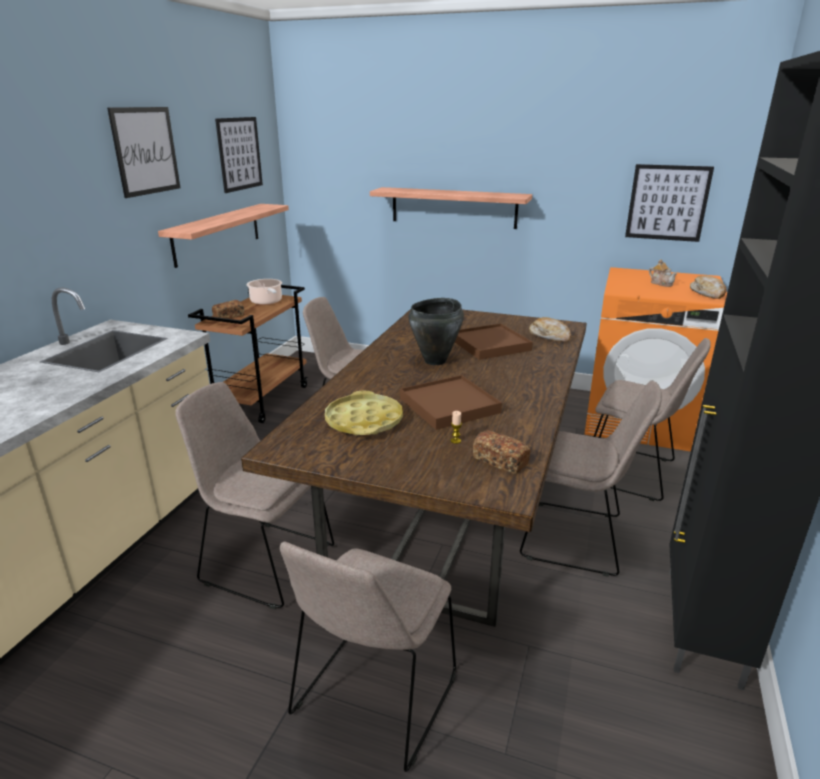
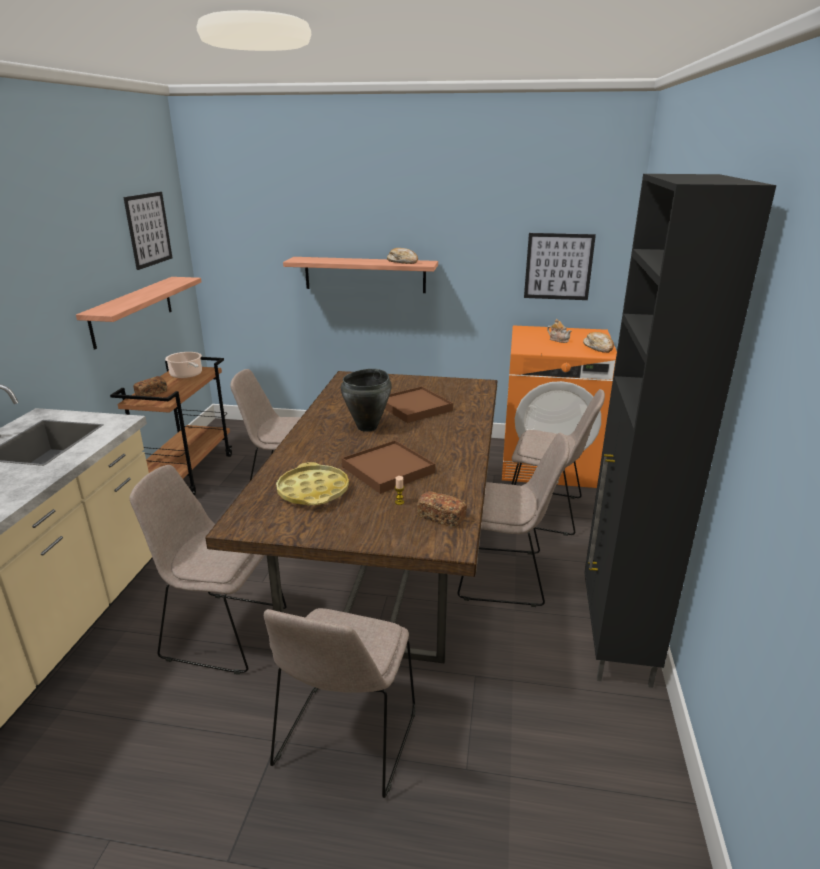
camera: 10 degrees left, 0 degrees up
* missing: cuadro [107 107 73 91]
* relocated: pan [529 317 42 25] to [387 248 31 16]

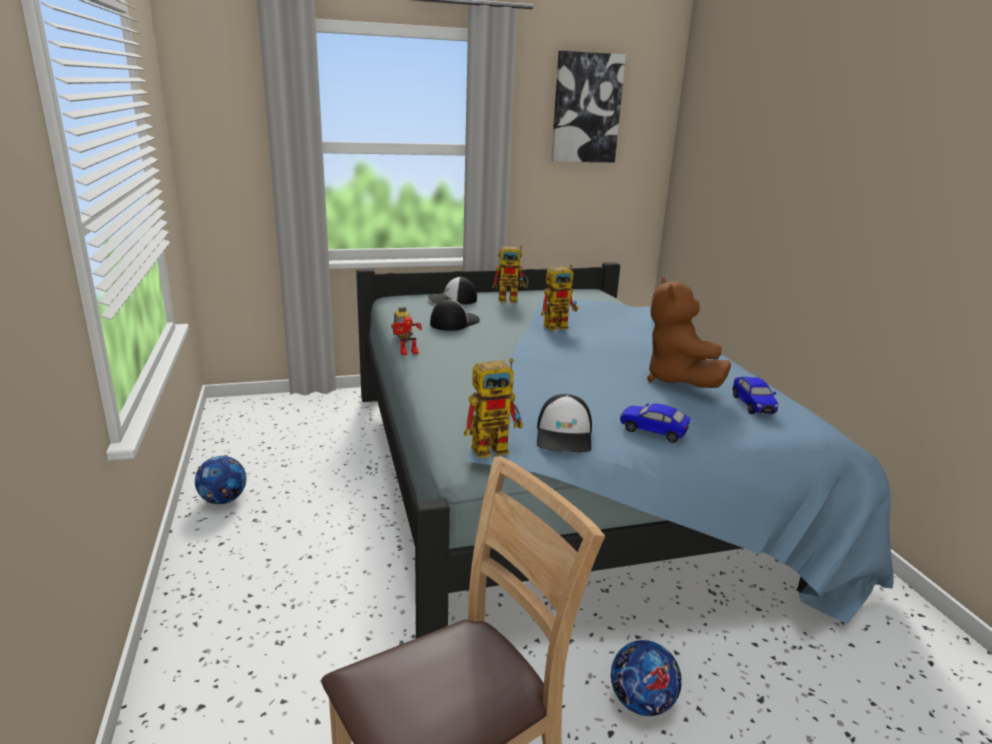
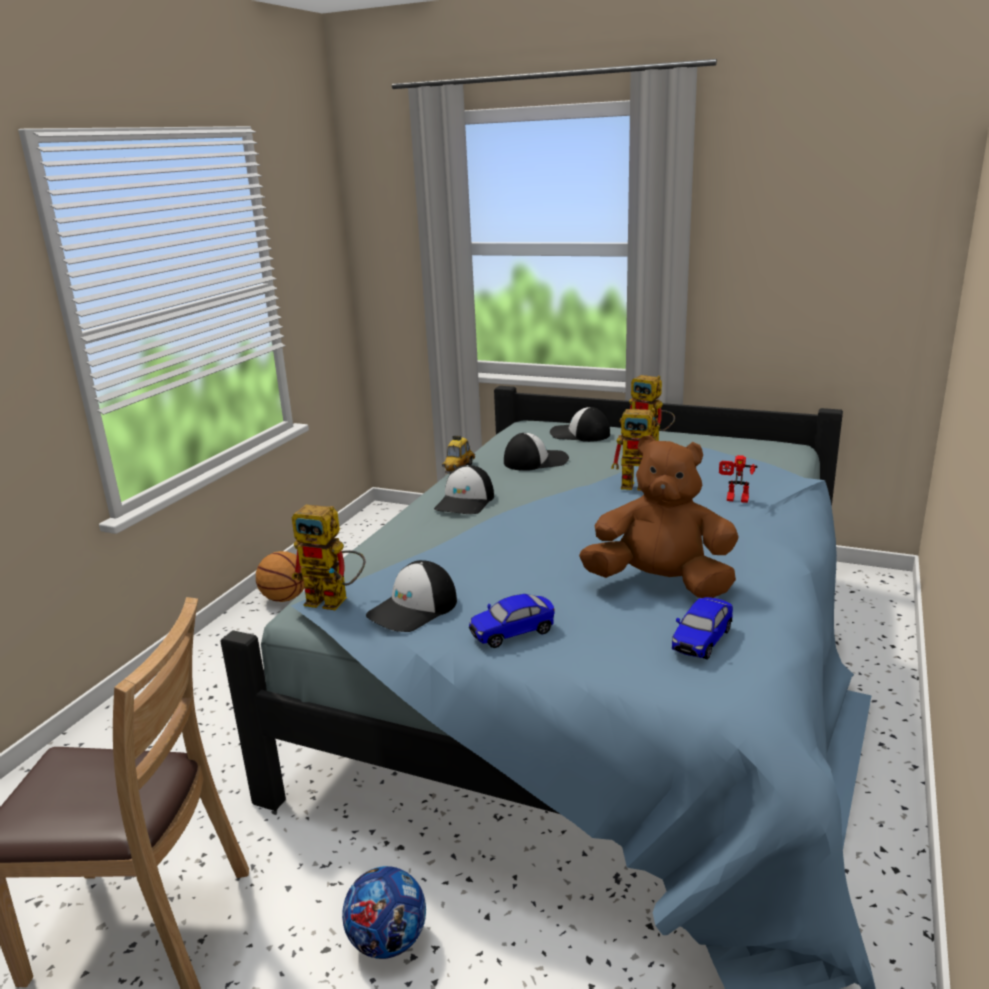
camera: 40 degrees right, 0 degrees up
* missing: cuadro [551 51 75 111]
* appeared: gorra [434 465 60 49]
* relocated: robot de juguete [394 317 28 38] to [719 455 38 48]
* exchanged: balón de fútbol [195 456 51 48] to balón de baloncesto [256 551 48 51]
* spun: coche de juguete [620 403 70 40] = [469 594 85 54] 90 degrees counterclockwise
* spun: peluche (marrón) [647 277 84 111] = [579 435 160 163] 75 degrees clockwise

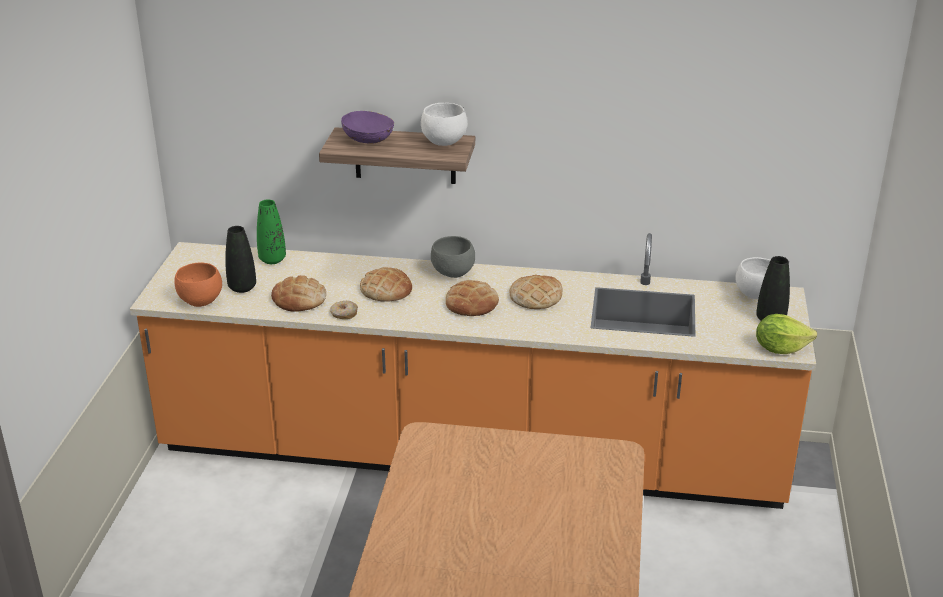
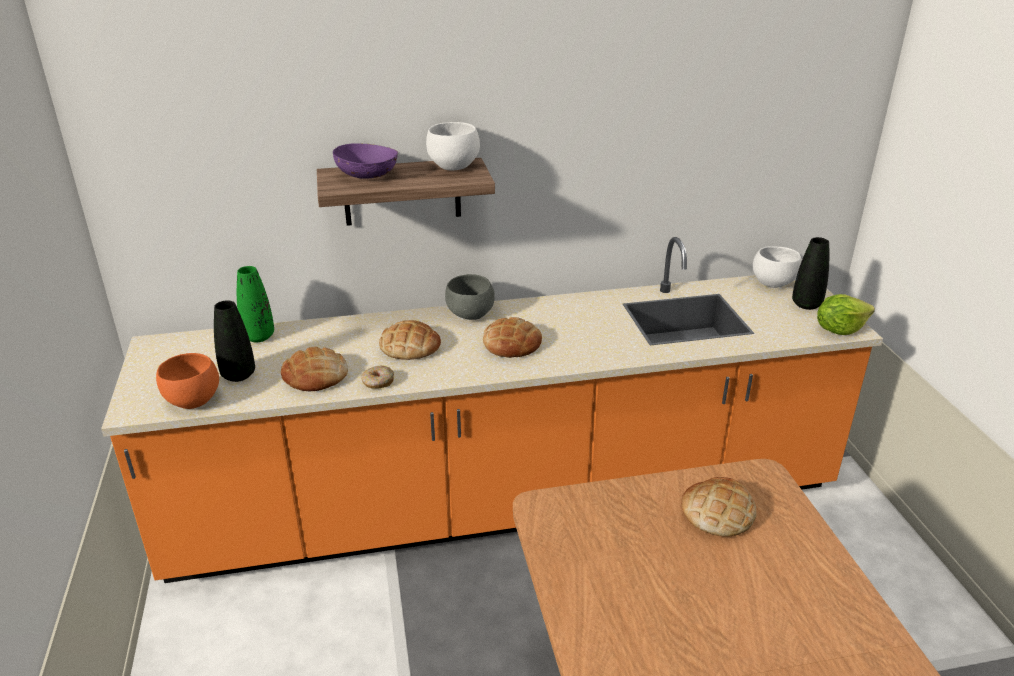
camera: 20 degrees left, 0 degrees up
* relocated: pan [510 275 52 34] to [681 477 76 60]

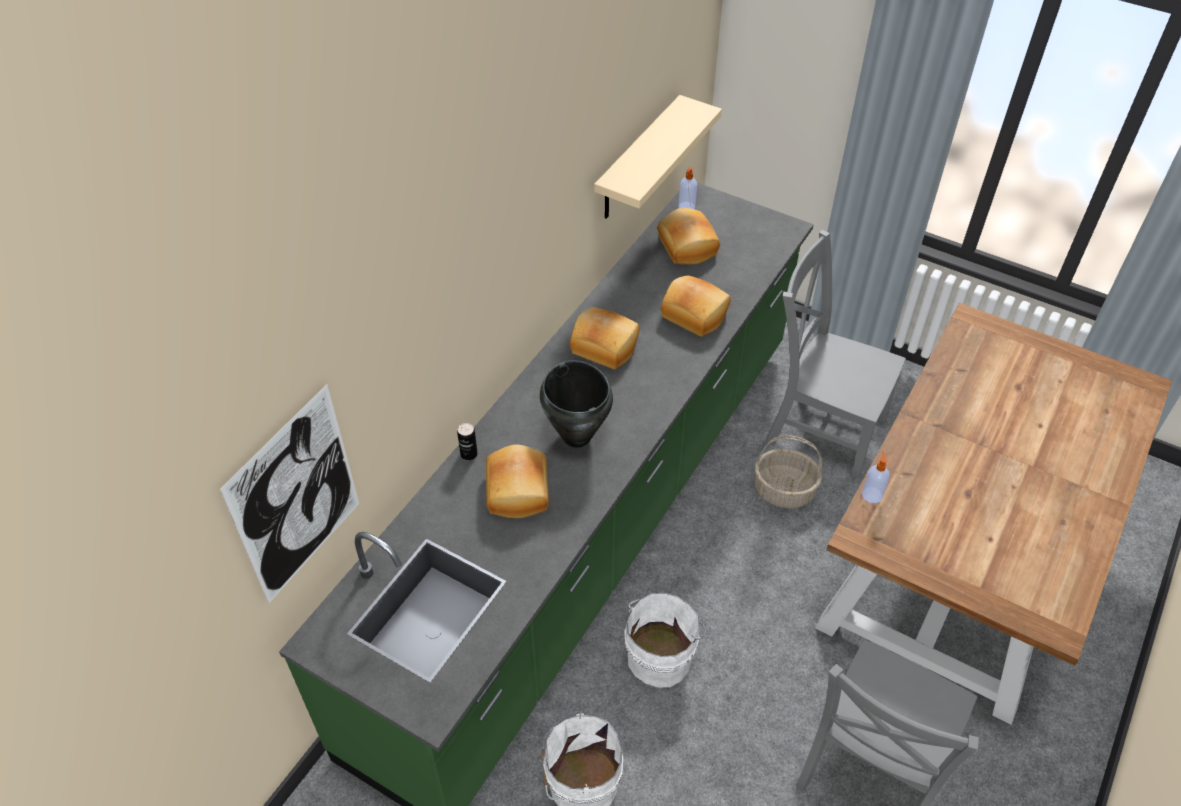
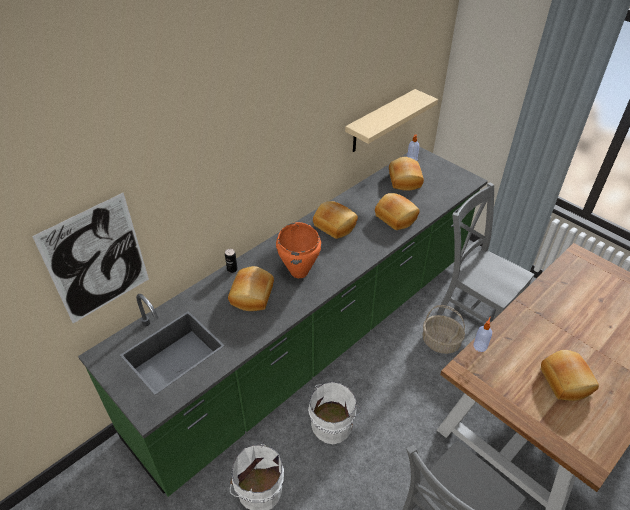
camera: 15 degrees right, 5 degrees down
* appeared: pan [541 350 58 51]
* colour: olla (negro) [540 360 73 88] to olla (naranja) [276 222 45 56]

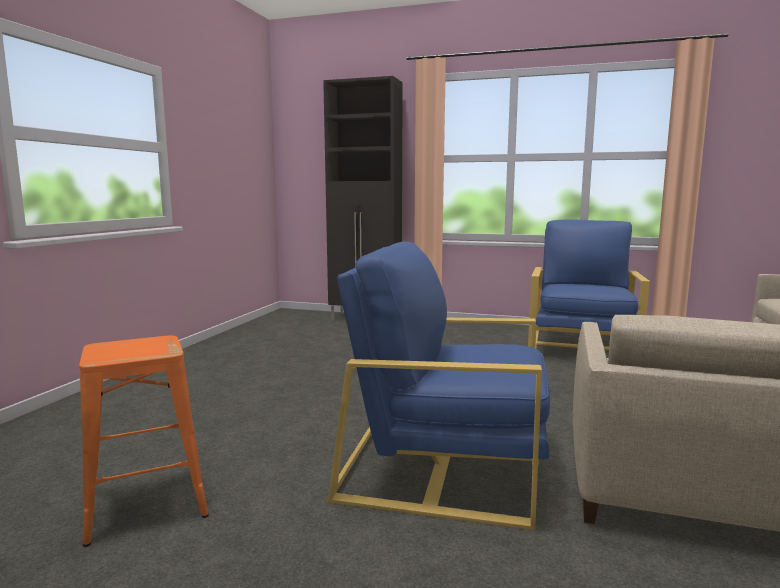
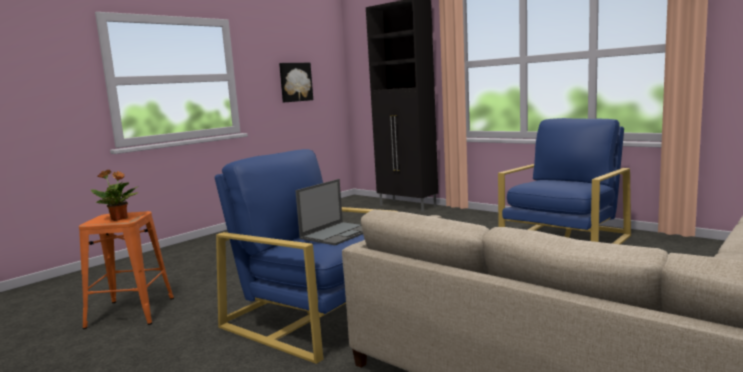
camera: 25 degrees right, 0 degrees up
* appeared: planta en maceta [91 170 47 51]
* appeared: cuadro [279 63 34 39]
* appeared: portátil [295 179 68 67]

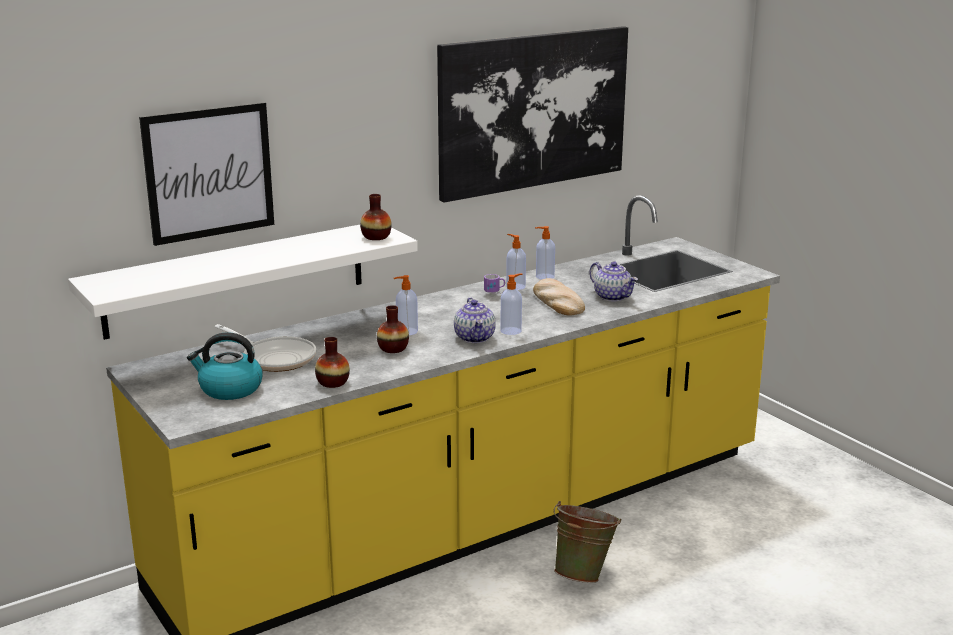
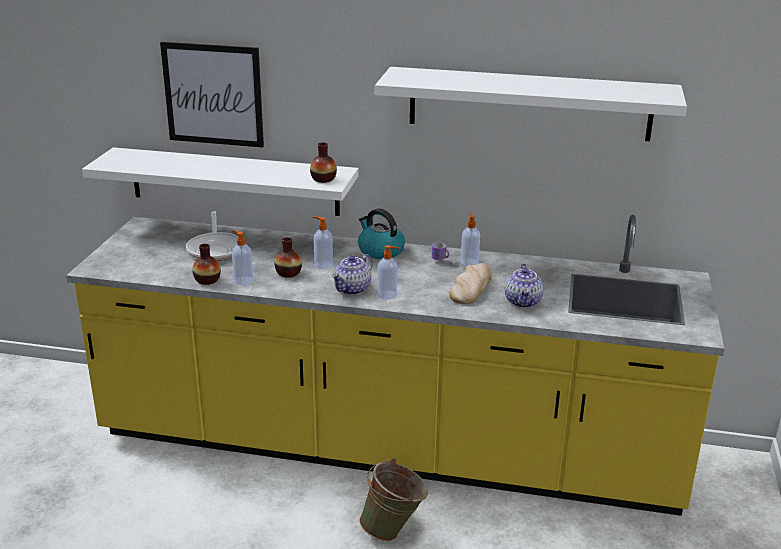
camera: 45 degrees right, 5 degrees up
* relocated: hervidor [187 332 76 68] to [358 208 47 51]
* relocated: dispensador de jabón [535 226 20 53] to [232 230 21 55]
* exchanged: cuadro [437 26 191 176] to estante (blanco) [375 67 312 74]

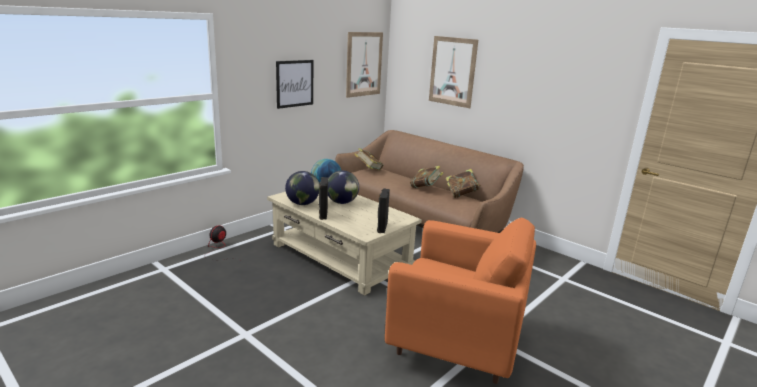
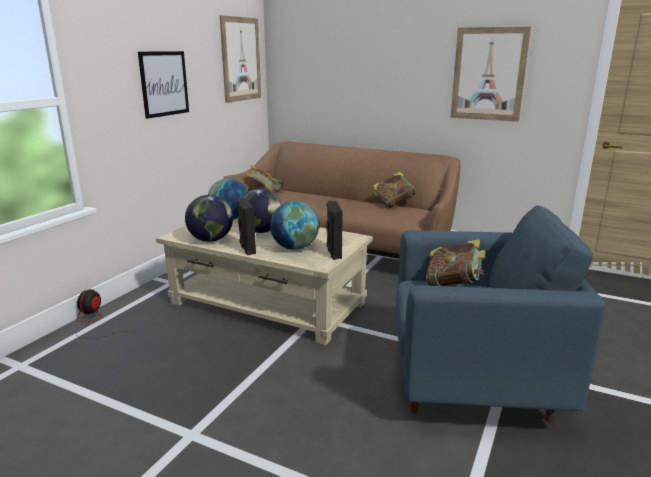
camera: 15 degrees left, 0 degrees up
* appeared: globo terráqueo [270 201 49 49]
* relocated: libro [410 166 34 22] to [426 239 59 47]
* relocated: cuadro [429 36 49 72] to [451 26 80 96]
* colour: sillón (naranja) [385 218 151 166] to sillón (azul) [396 206 209 216]

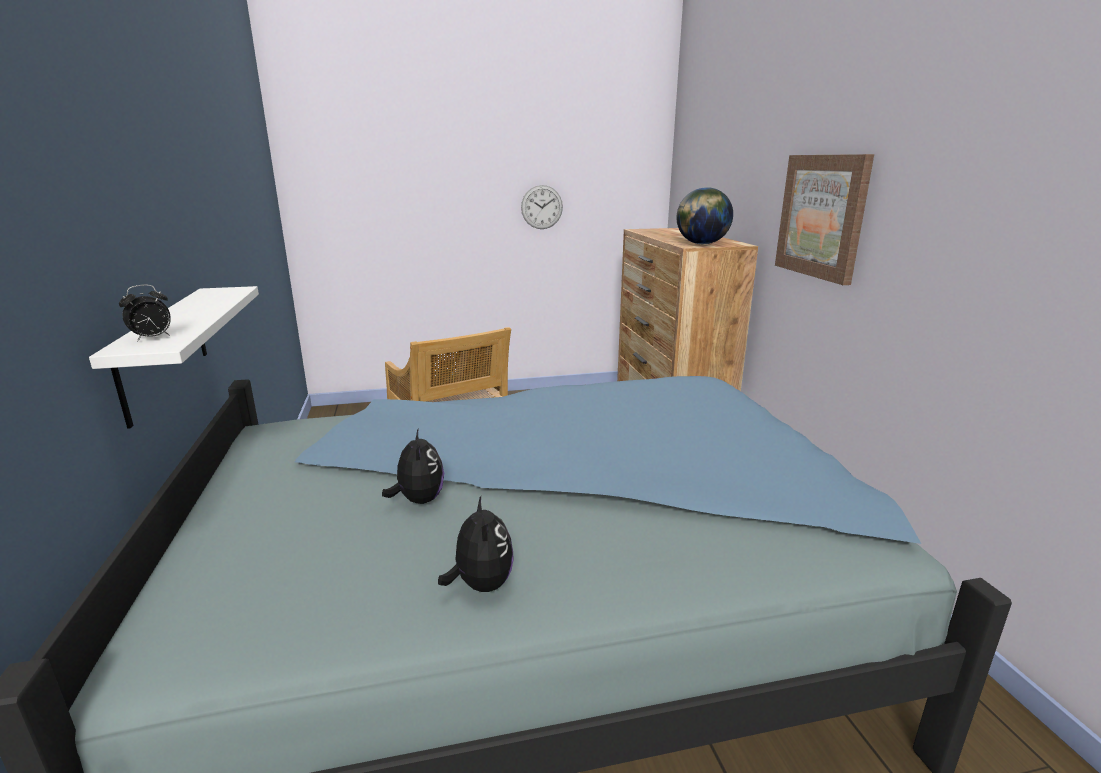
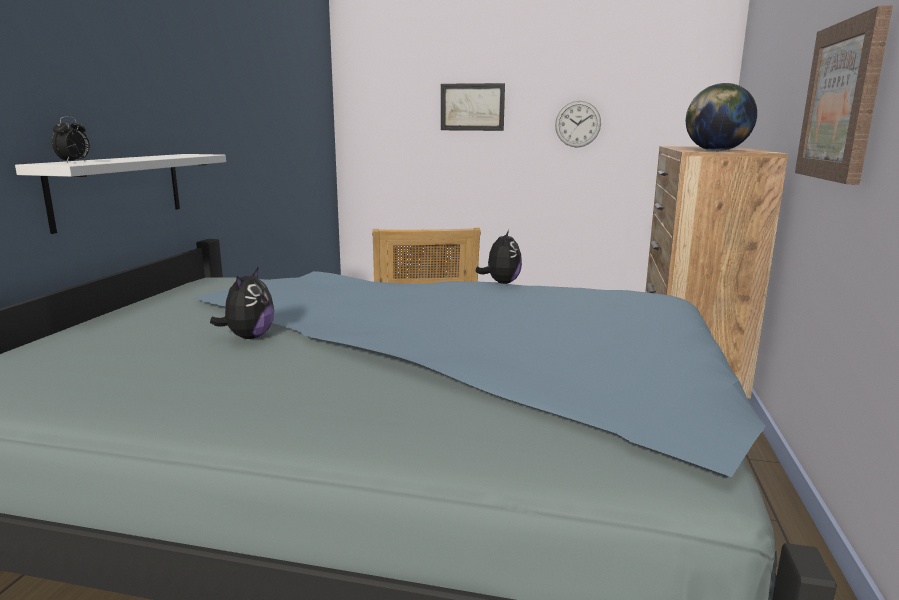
camera: 25 degrees right, 5 degrees down
* appeared: cuadro [441 83 64 48]
* relocated: peluche [438 496 75 96] to [476 230 46 54]
* spun: despertador [119 285 52 57] = [52 116 38 46] 60 degrees counterclockwise

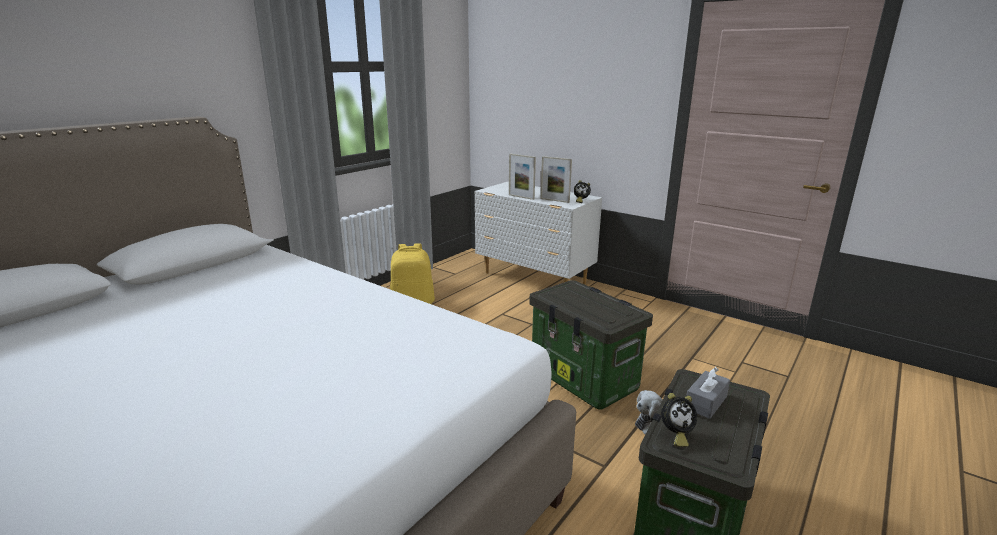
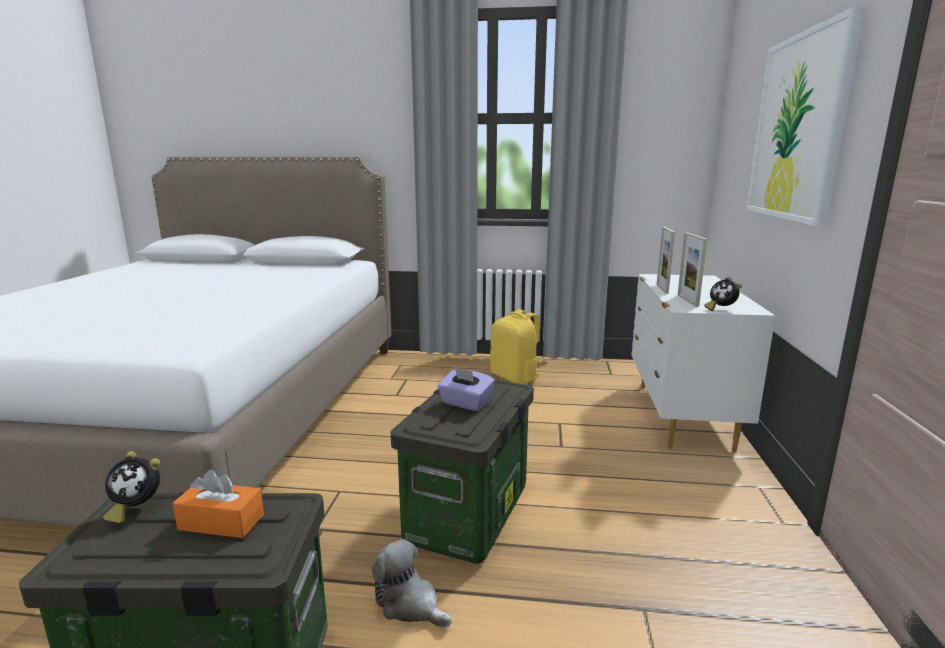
camera: 60 degrees right, 5 degrees down
* appeared: caja de pañuelos (morado) [438 367 57 44]
* appeared: cuadro [746 6 119 220]
* colour: caja de pañuelos (gris) [686 367 44 52] to caja de pañuelos (naranja) [173 469 91 69]
* spun: despertador [661 393 36 54] = [103 451 57 73] 45 degrees counterclockwise

